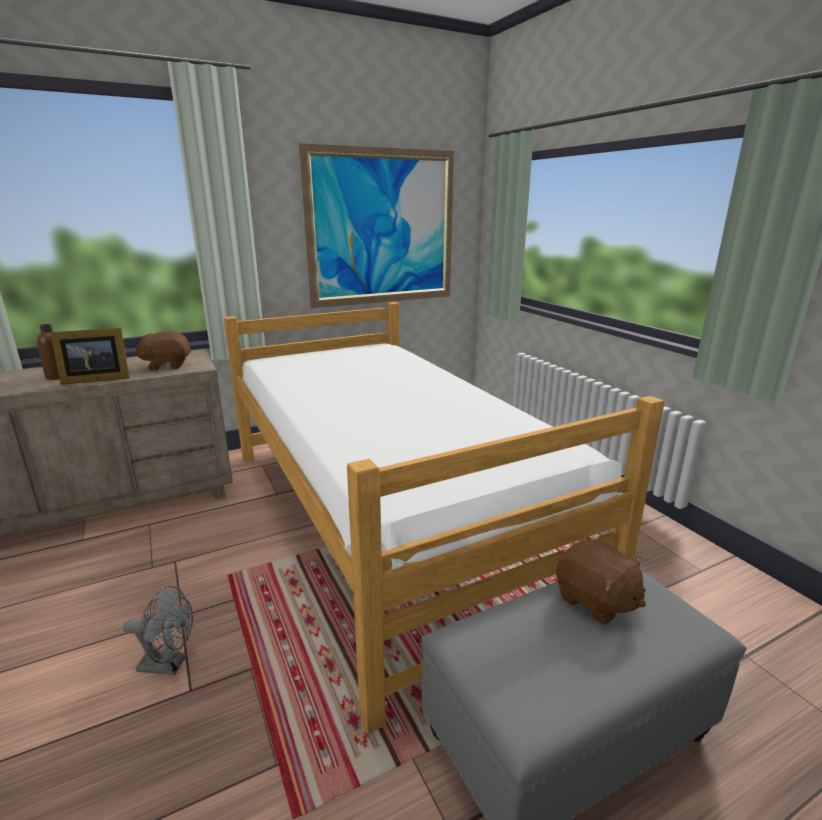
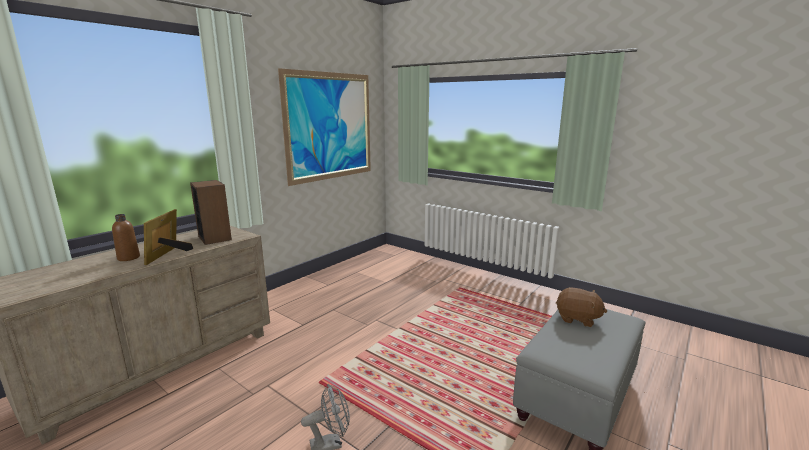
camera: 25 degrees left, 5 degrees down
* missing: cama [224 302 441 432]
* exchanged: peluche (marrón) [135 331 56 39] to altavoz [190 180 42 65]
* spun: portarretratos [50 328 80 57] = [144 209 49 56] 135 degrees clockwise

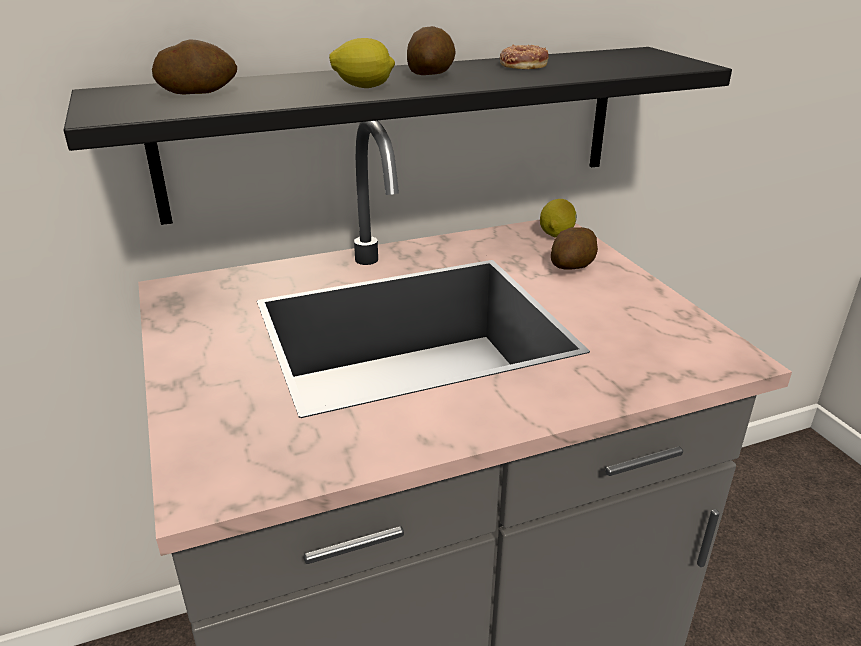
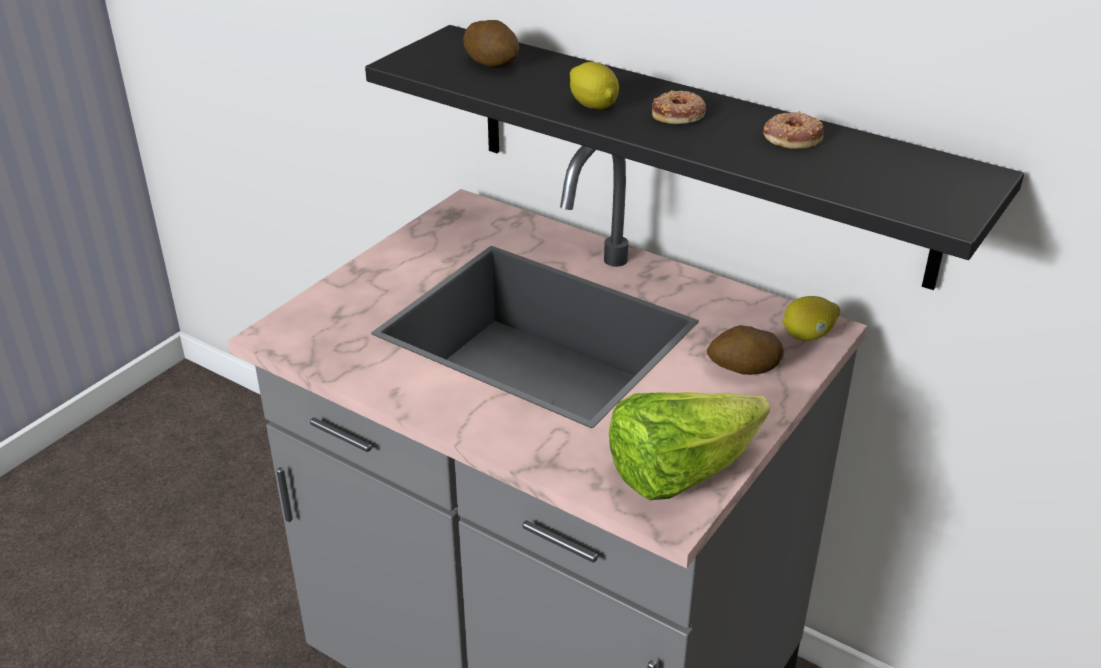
camera: 55 degrees right, 5 degrees up
* appeared: lechuga [609 392 161 108]
* exchanged: patata [407 26 49 49] to rosquilla [652 90 54 34]

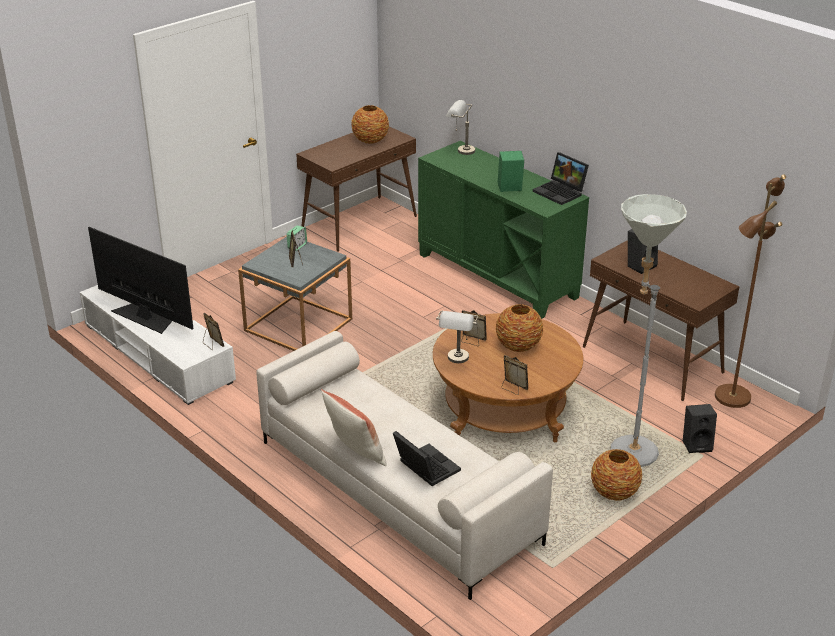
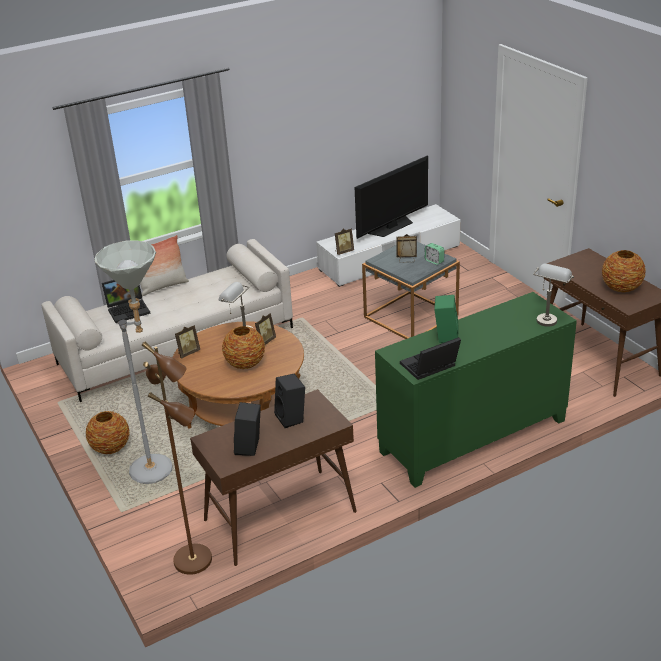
camera: 105 degrees right, 0 degrees up
* relocated: altavoz (negro) [683 404 34 49] to [234 402 27 54]

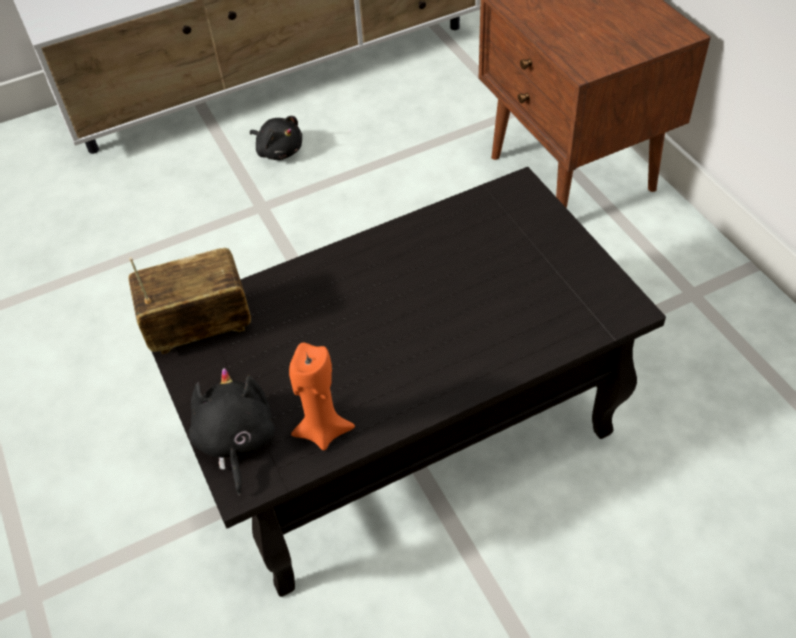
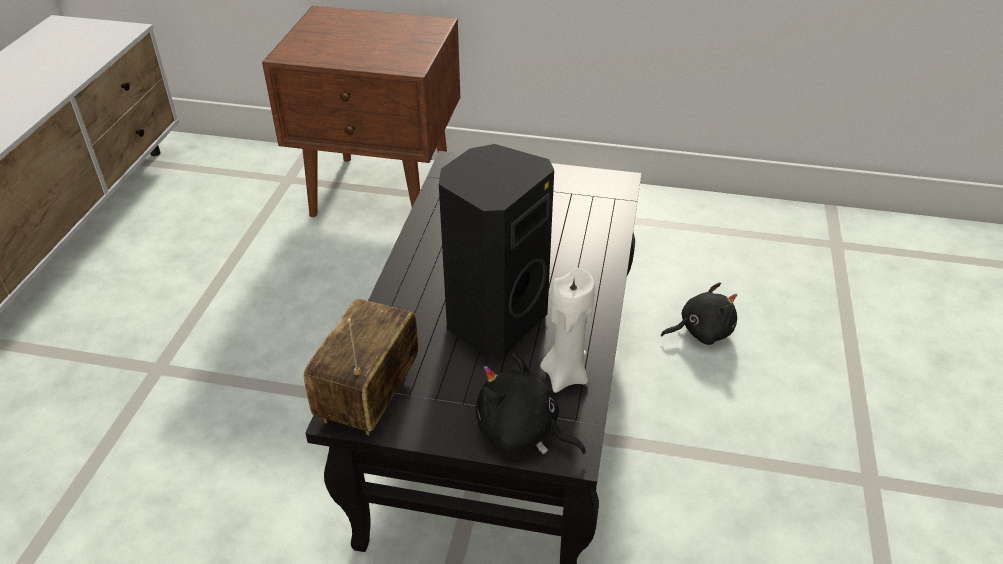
camera: 55 degrees left, 10 degrees down
* appeared: altavoz (negro) [439 144 115 213]
* relocated: peluche (negro) [250 116 52 44] to [661 283 76 62]
* colour: vela (naranja) [289 342 66 108] to vela (blanco) [540 268 55 125]

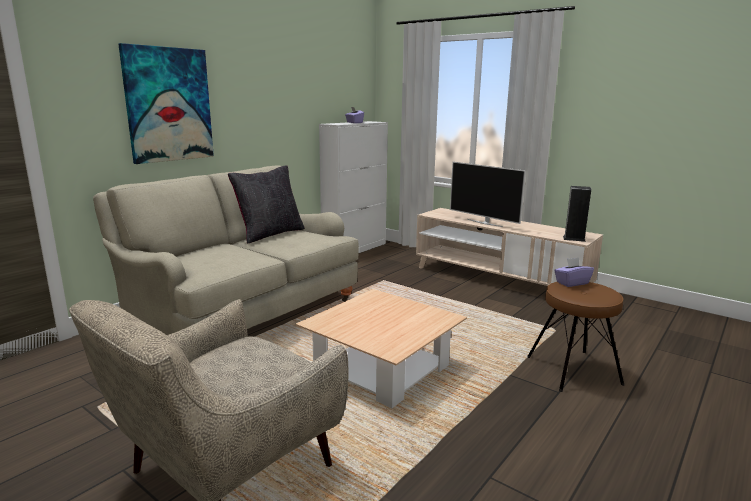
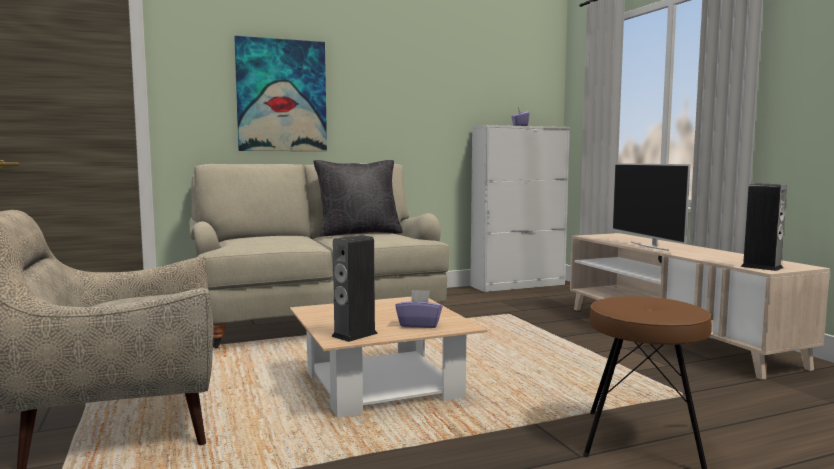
camera: 30 degrees right, 10 degrees down
* appeared: altavoz [331 235 47 107]
* relocated: caja de pañuelos (morado) [554 257 40 30] to [395 290 48 38]

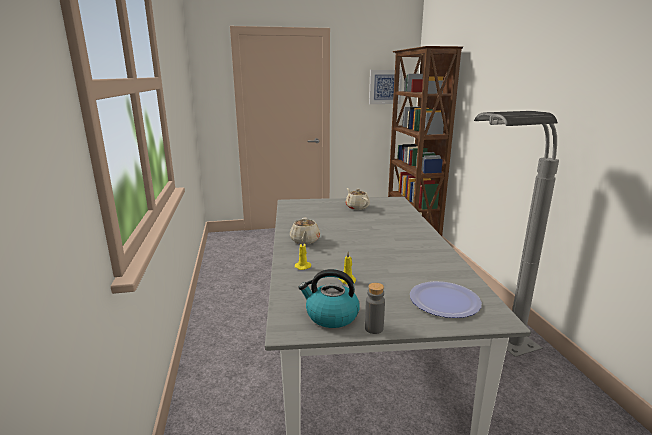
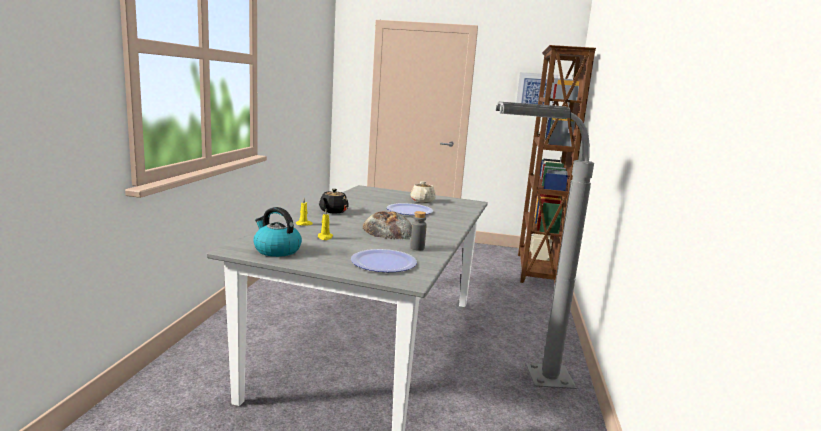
camera: 20 degrees right, 5 degrees down
* appeared: pan [363 211 49 29]
* appeared: plato [387 203 46 12]
* relocated: botella (gris) [365 283 20 51] to [410 211 17 39]
* colour: tetera (beis) [290 218 30 26] to tetera (negro) [319 189 30 24]

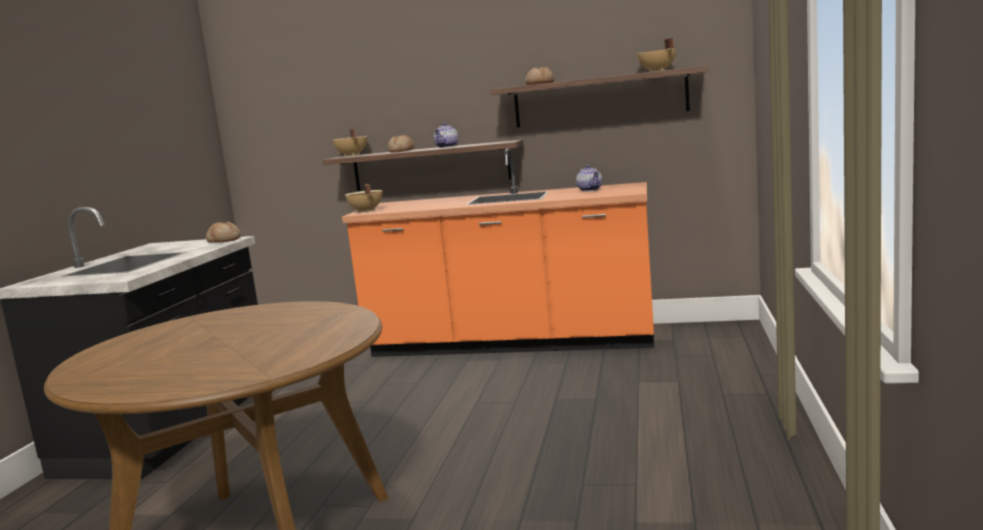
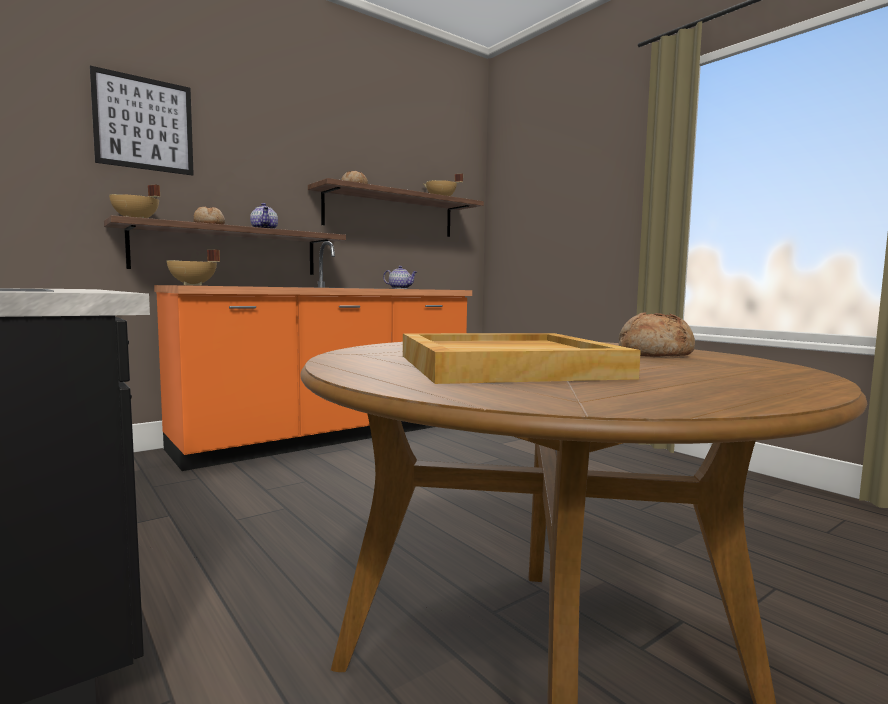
camera: 50 degrees left, 5 degrees down
* appeared: cuadro [90 66 104 110]
* appeared: bandeja (beis) [403 333 238 51]
* relocated: pan [206 222 35 20] to [619 312 76 45]

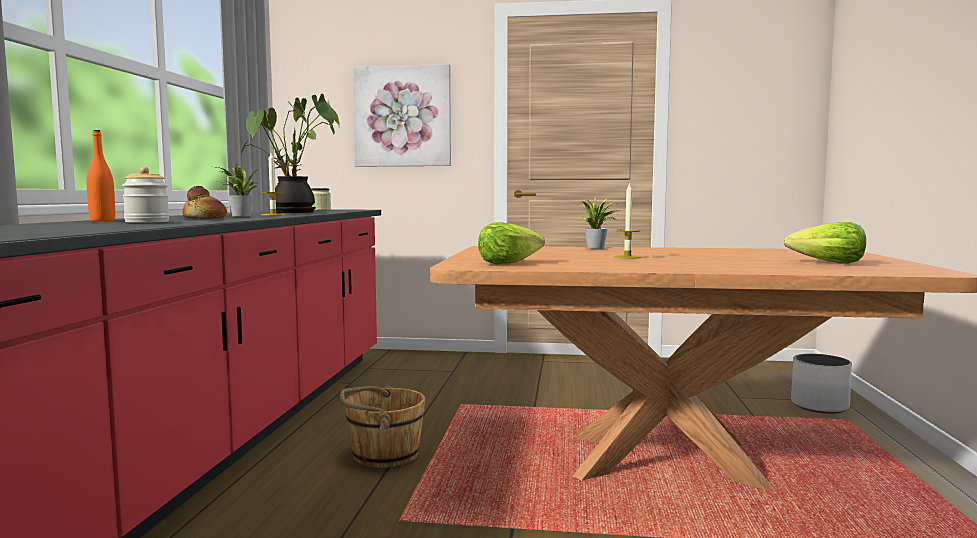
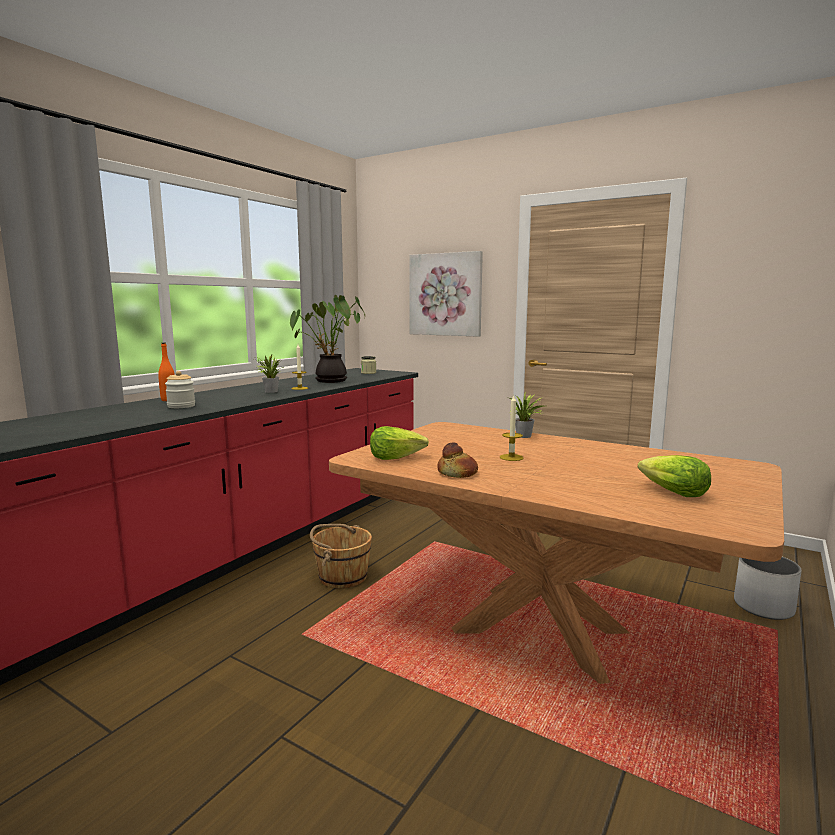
camera: 25 degrees right, 5 degrees up
* relocated: pan [182 186 45 32] to [437 442 41 36]

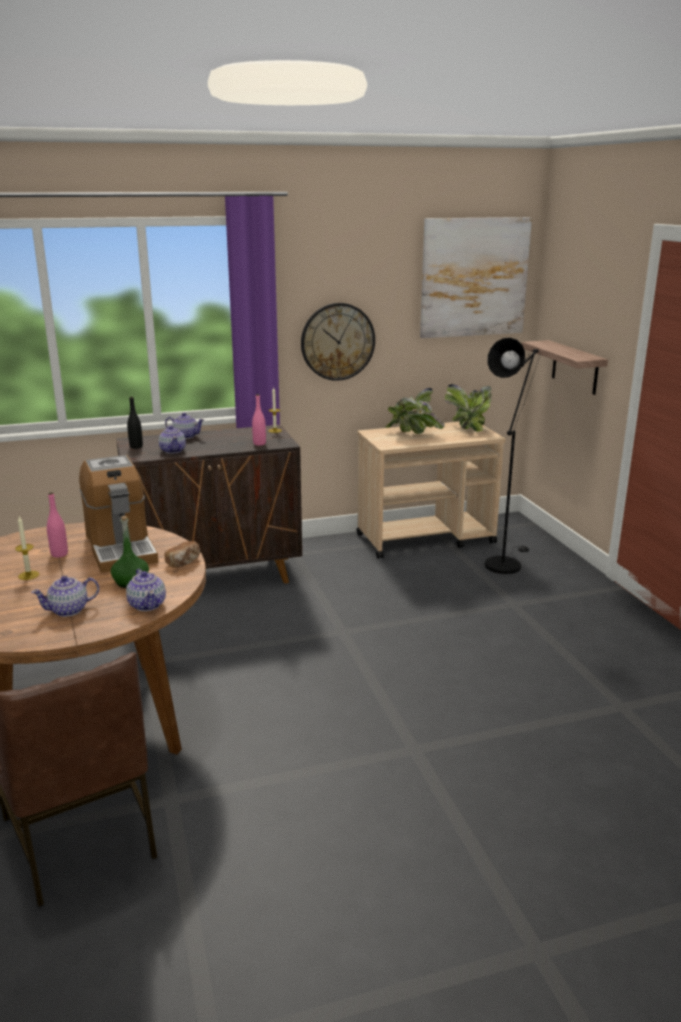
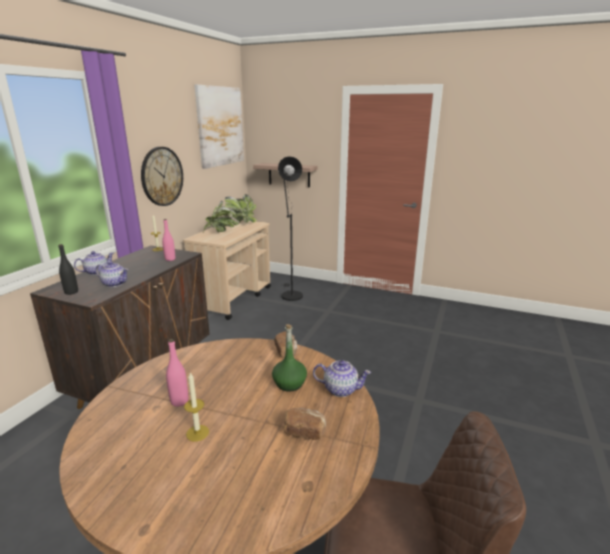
camera: 50 degrees left, 0 degrees up
* missing: cafetera [79 455 80 118]
* exchanged: tetera [31 576 68 41] to pan [284 408 42 32]

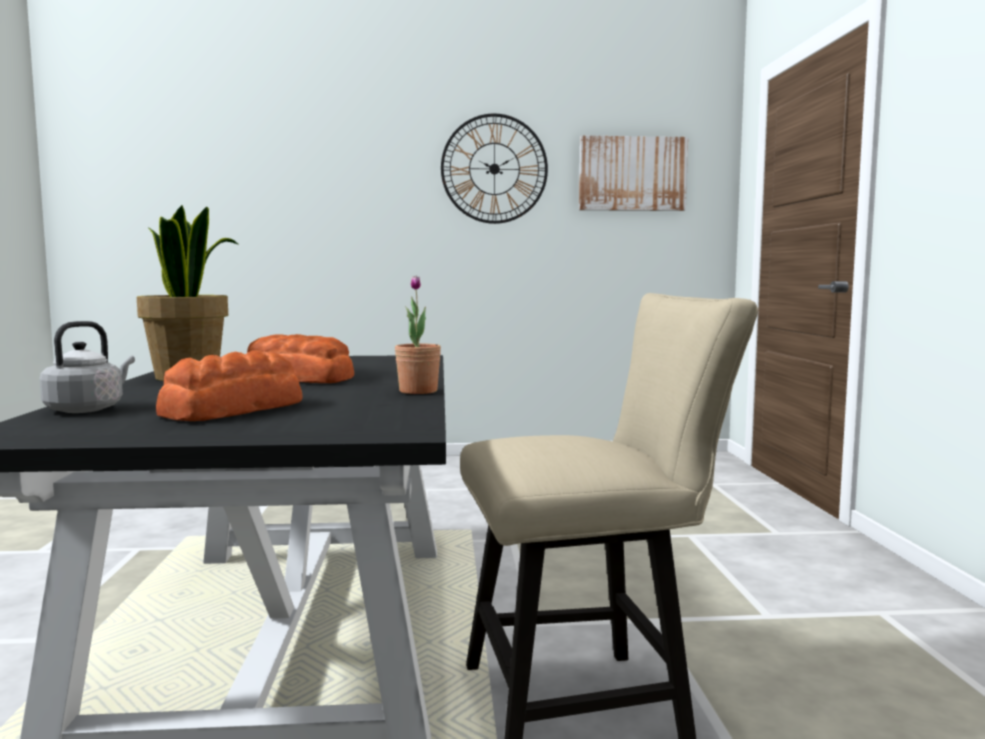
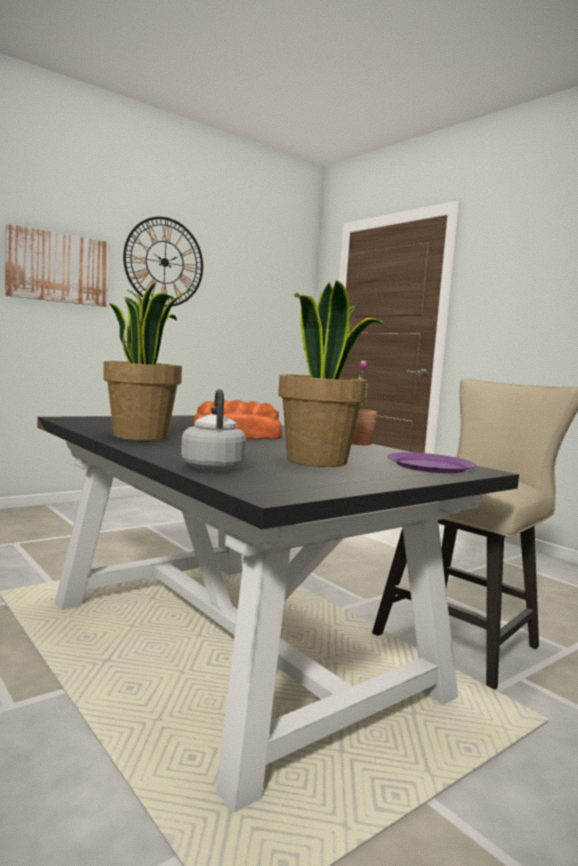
camera: 35 degrees left, 0 degrees up
* appeared: plato (morado) [387 452 90 21]
* relocated: cuadro [579 136 109 75] to [5 224 105 83]
* exchanged: pan [156 350 147 71] to planta en maceta [278 281 107 186]

